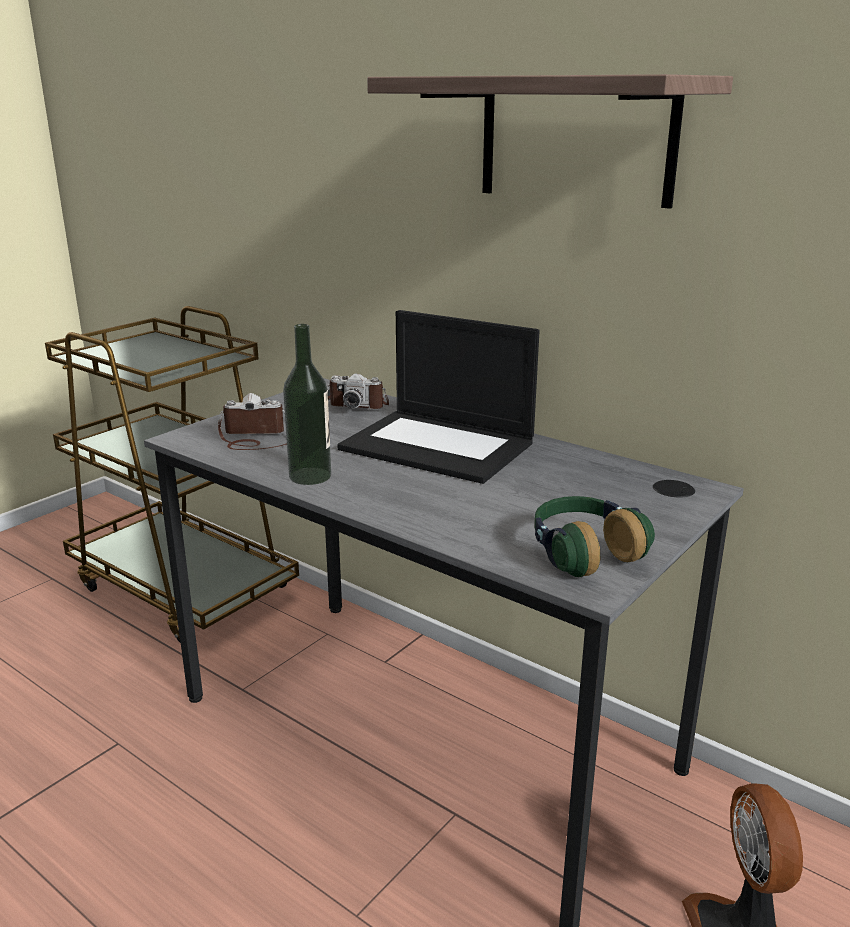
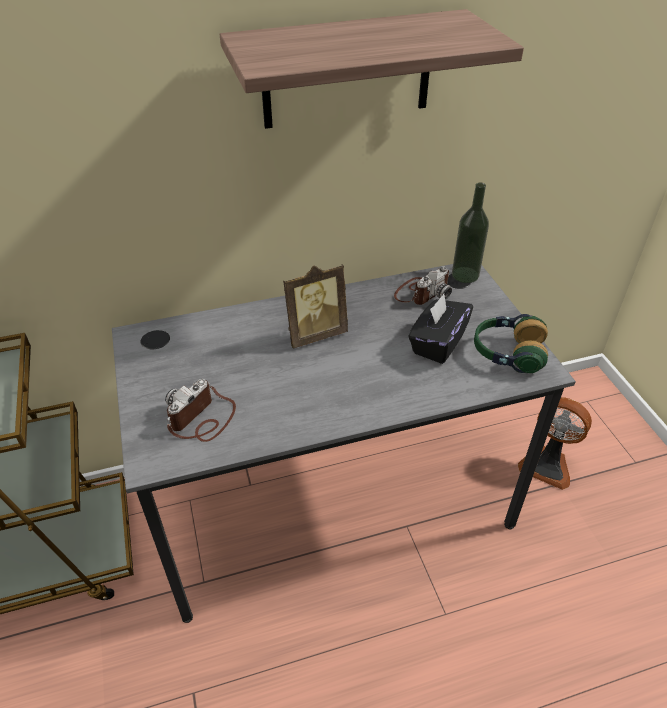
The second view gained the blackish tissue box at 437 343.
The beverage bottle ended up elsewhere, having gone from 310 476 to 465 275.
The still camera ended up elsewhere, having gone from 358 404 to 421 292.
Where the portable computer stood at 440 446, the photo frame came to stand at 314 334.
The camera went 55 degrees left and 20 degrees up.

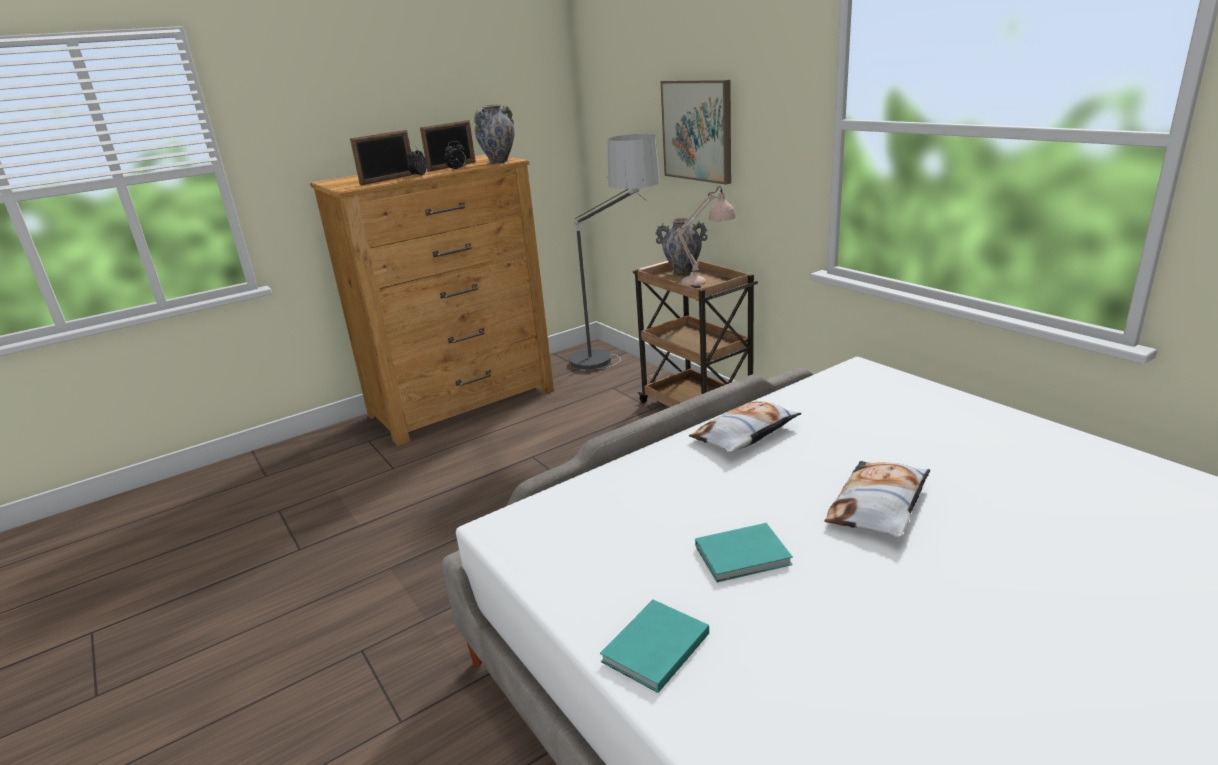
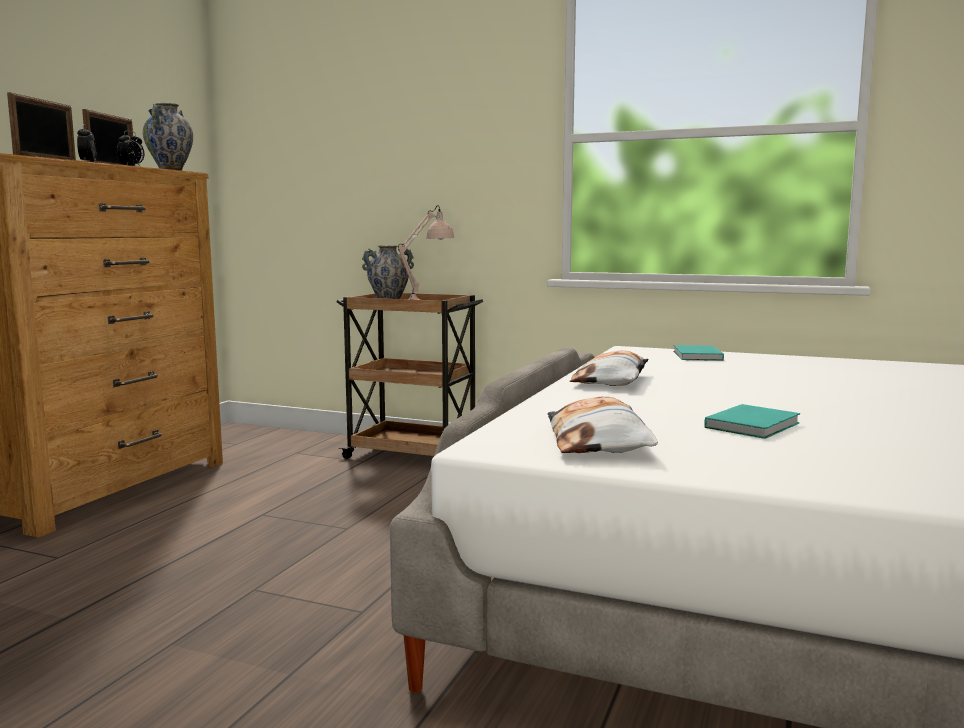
The second view lost the floor lamp at 617 369.
The second view lost the wall picture at 697 130.
The turquoise book ended up elsewhere, having gone from 653 648 to 696 356.
The throw pillow ended up elsewhere, having gone from 879 506 to 598 441.
The camera went 35 degrees left and 15 degrees down.

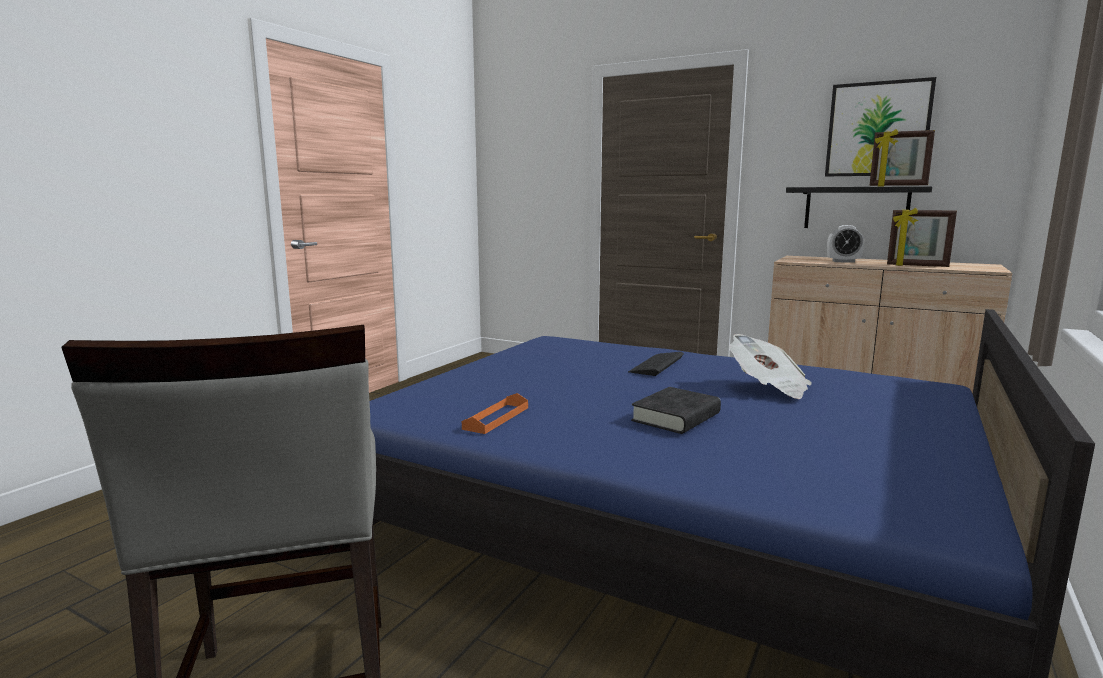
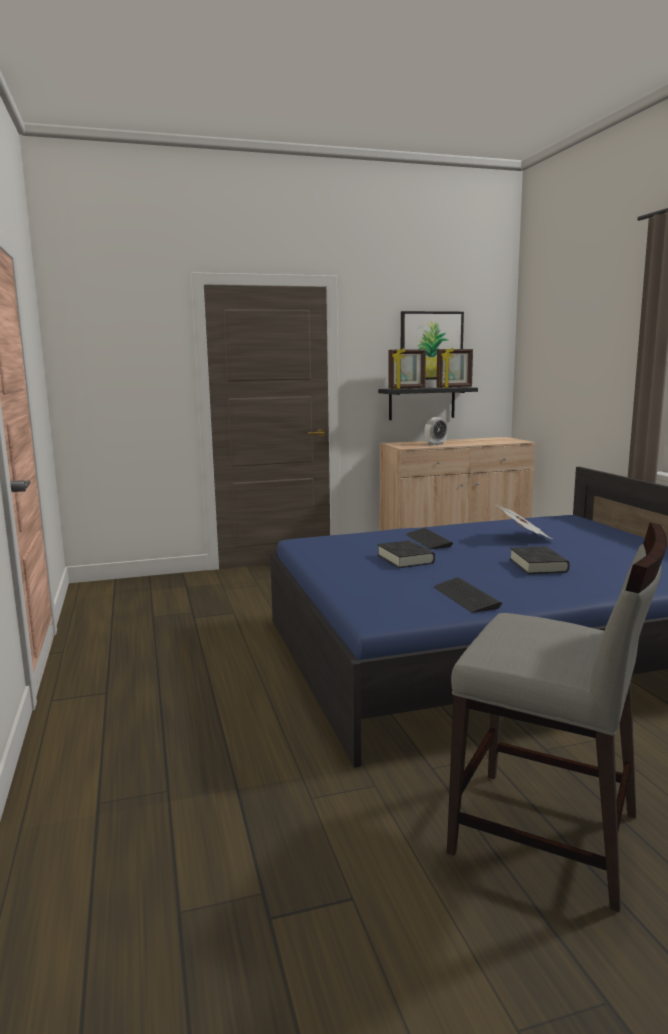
The second view gained the blackish book at 405 559.
The photo frame ended up elsewhere, having gone from 917 266 to 407 388.
Where the orange carrying tray stood at 496 418, the computer keyboard came to stand at 466 597.
The camera went 45 degrees left and 0 degrees up.

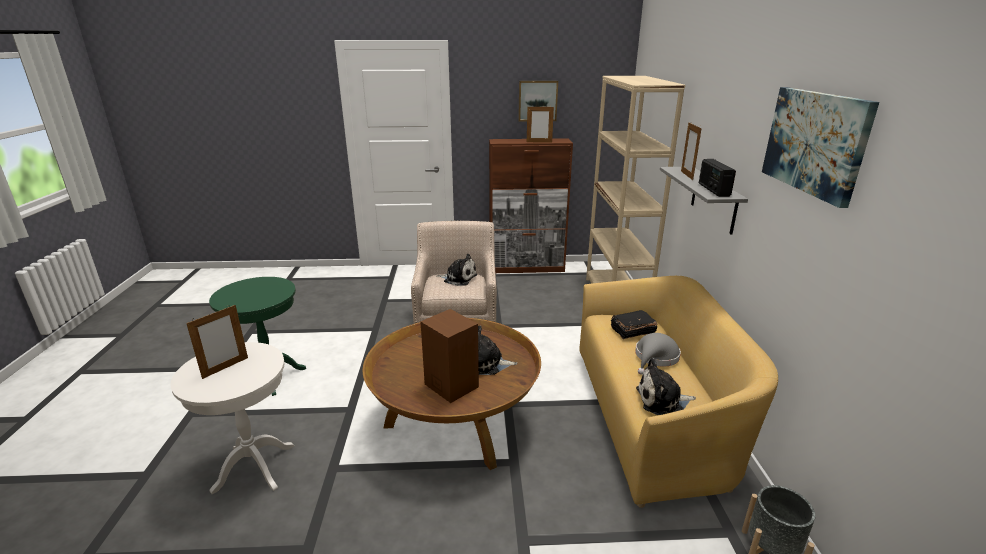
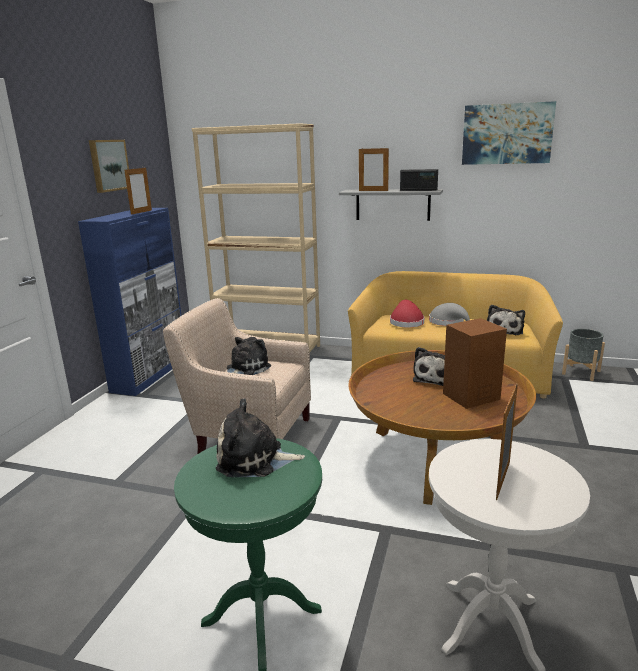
The second view gained the plush toy at 254 459.
Where the blackish book stood at 632 331, the red clothing hat came to stand at 406 322.
What was the brown storage cabinet at 527 268 turned into the blue-coloured storage cabinet at 151 374.
The photo frame at 225 368 ended up facing another way, 120 degrees counterclockwise from before.
The camera went 70 degrees left and 5 degrees down.

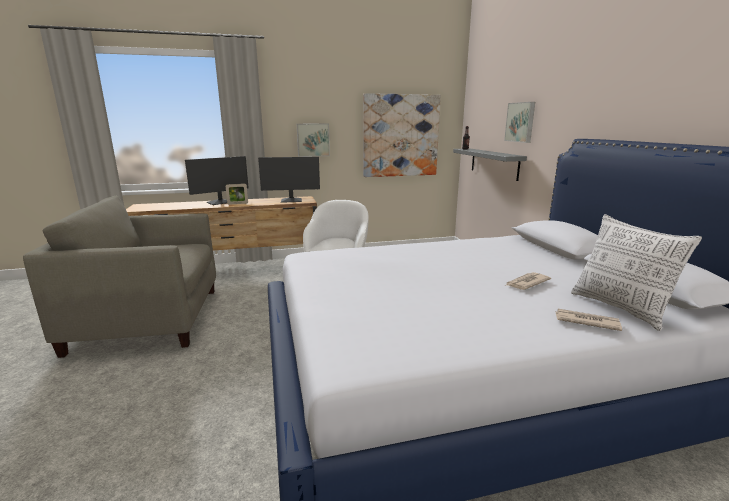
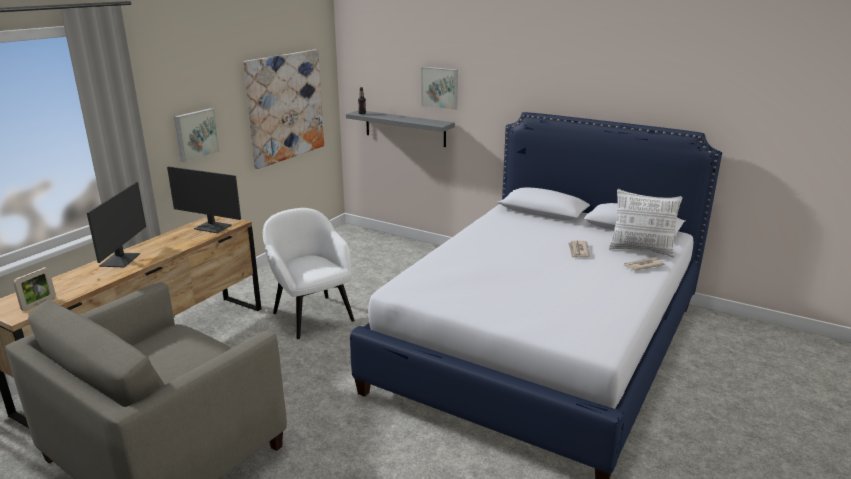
The photo frame ended up elsewhere, having gone from 237 203 to 39 304.
The monitor at 291 200 ended up facing another way, 75 degrees clockwise from before.
The camera went 45 degrees left and 5 degrees up.

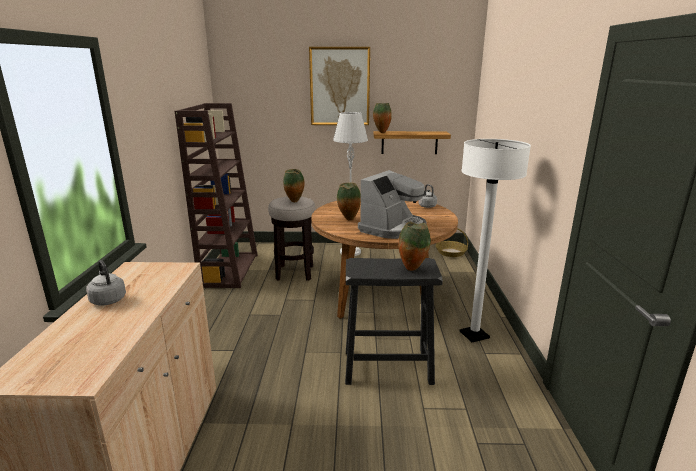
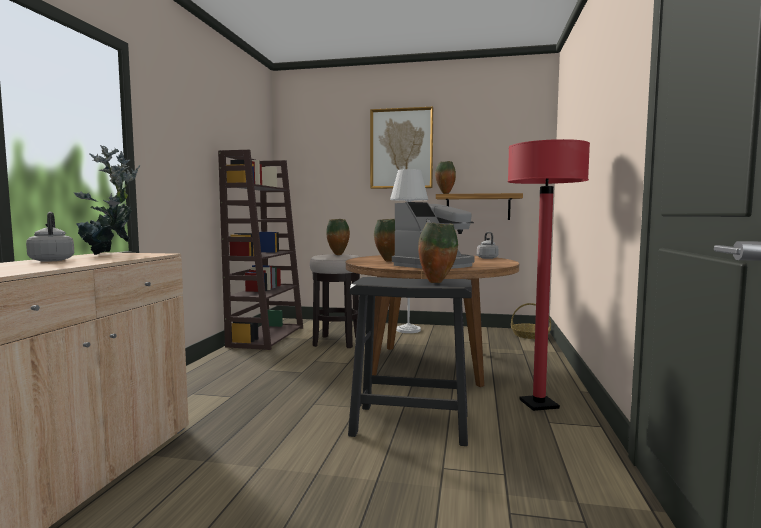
The second view gained the houseplant at 110 254.
What was the white-coloured floor lamp at 474 335 turned into the red floor lamp at 538 404.
The camera went 10 degrees right and 15 degrees down.

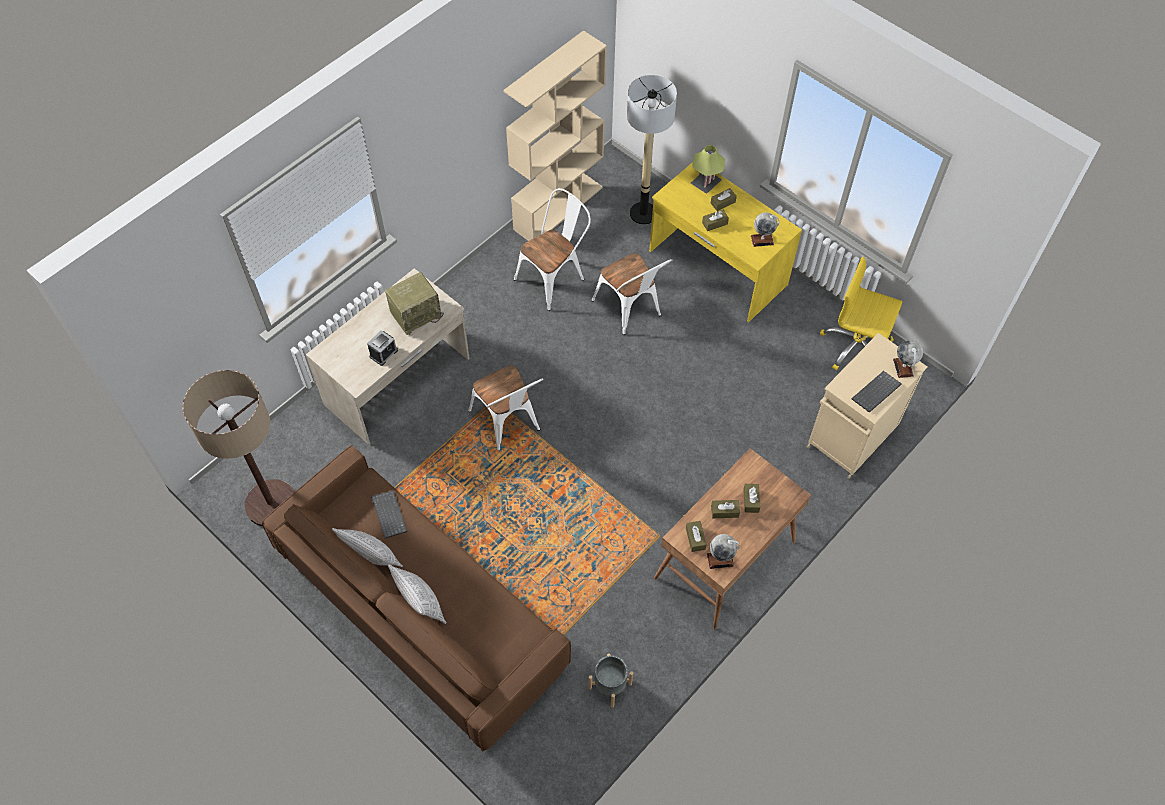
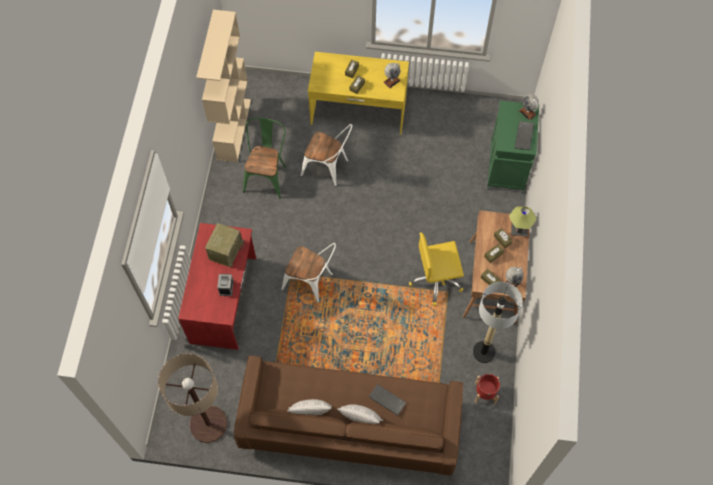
The computer keyboard ended up elsewhere, having gone from 388 514 to 386 400.
The floor lamp ended up elsewhere, having gone from 643 213 to 483 352.
The table lamp ended up elsewhere, having gone from 705 183 to 519 228.
The yellow office chair ended up elsewhere, having gone from 855 346 to 436 280.
What was the beige desk at 398 382 turned into the red desk at 224 300.
What was the white-coloured plain chair at 554 278 turned into the green plain chair at 267 175.
What was the gray planter at 609 686 turned into the red planter at 485 393.
What was the beige storage cabinet at 851 438 turned into the green storage cabinet at 506 169.
The camera went 35 degrees left and 5 degrees up.

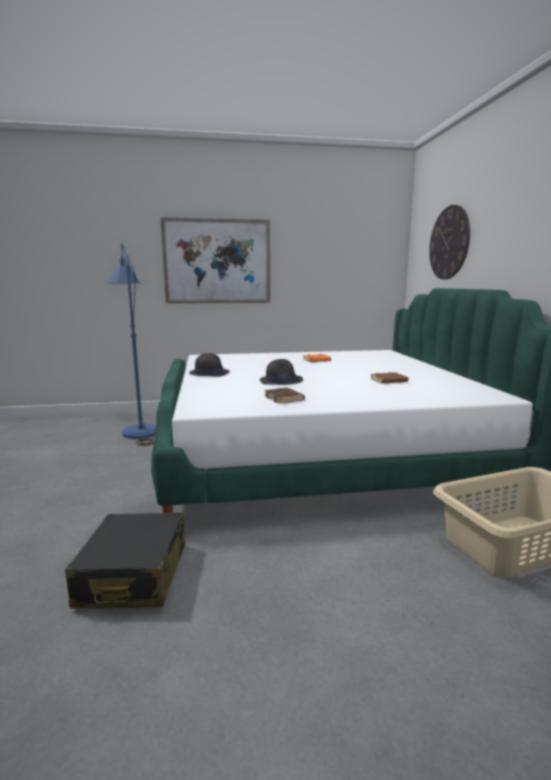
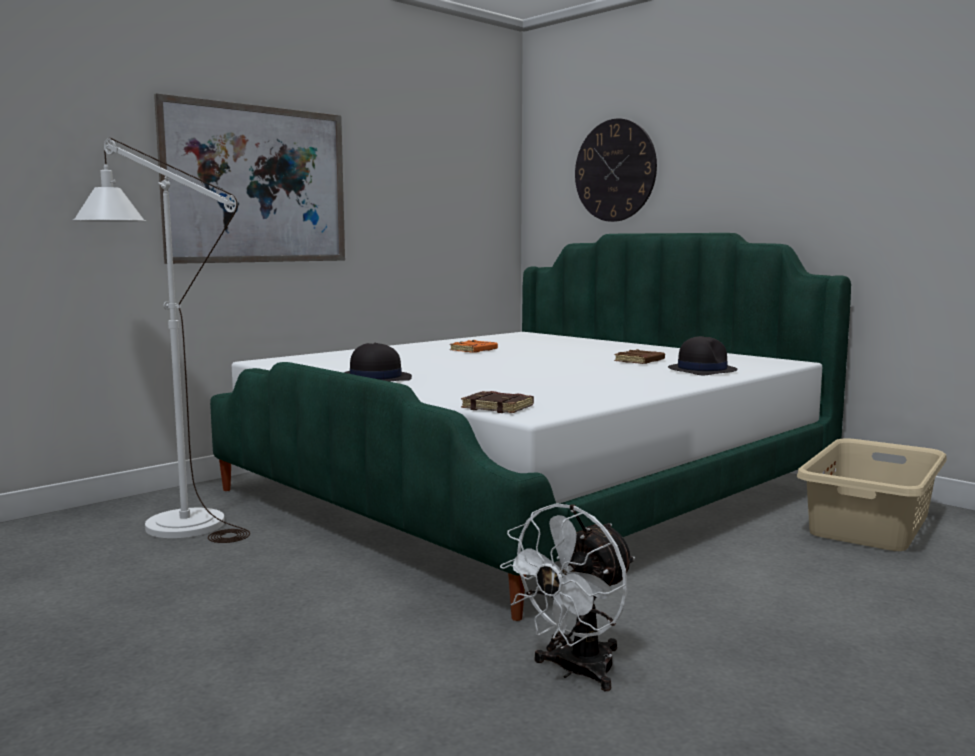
The blackish clothing hat ended up elsewhere, having gone from 281 380 to 702 370.
The brown book ended up elsewhere, having gone from 284 398 to 498 407.
Where the blackish piece of luggage stood at 133 575, the white-coloured electric fan came to stand at 575 672.
What was the blue-coloured floor lamp at 140 429 turned into the white-coloured floor lamp at 170 521.
The camera went 35 degrees left and 5 degrees down.

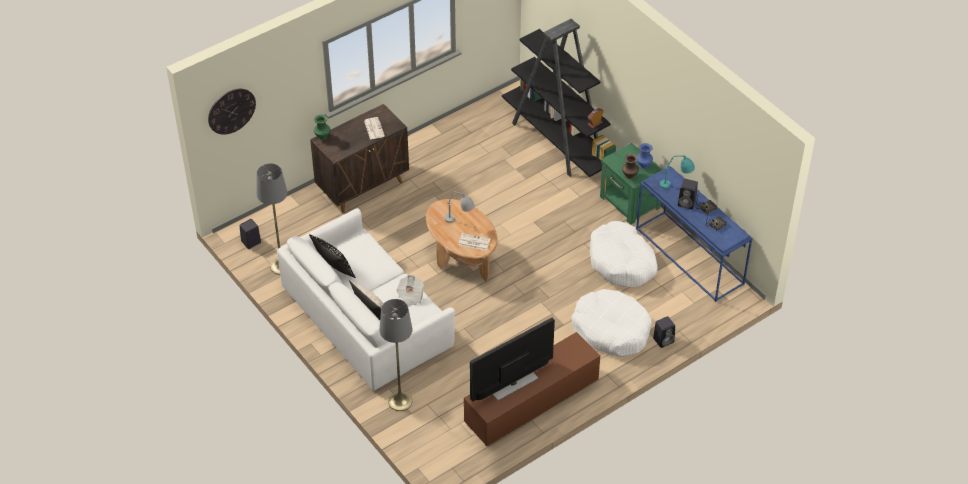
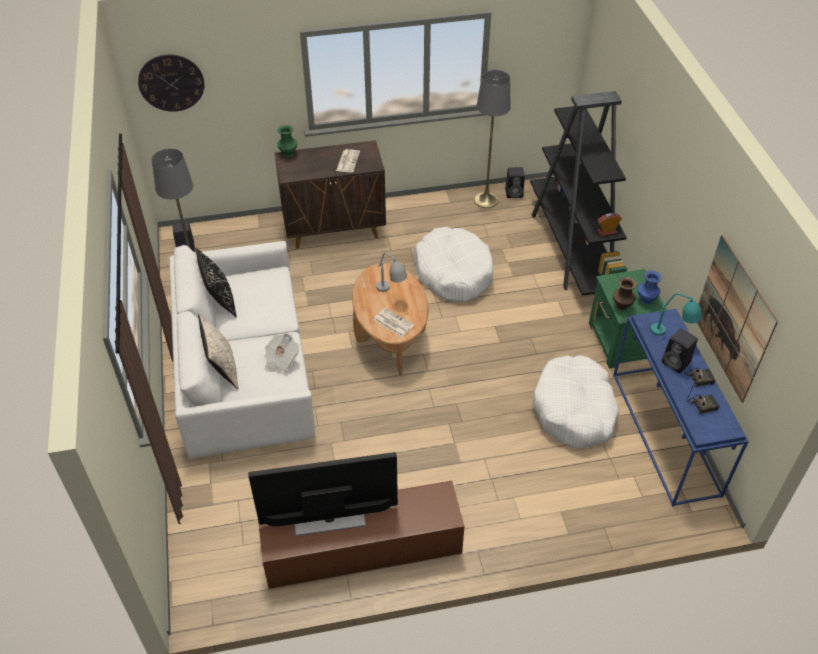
The second view gained the wall picture at 733 319.
The gray floor lamp ended up elsewhere, having gone from 400 401 to 486 200.
The white-coloured dog cushion ended up elsewhere, having gone from 611 330 to 453 272.
The blackish audio speaker ended up elsewhere, having gone from 664 340 to 514 193.
The camera went 25 degrees right and 0 degrees up.

